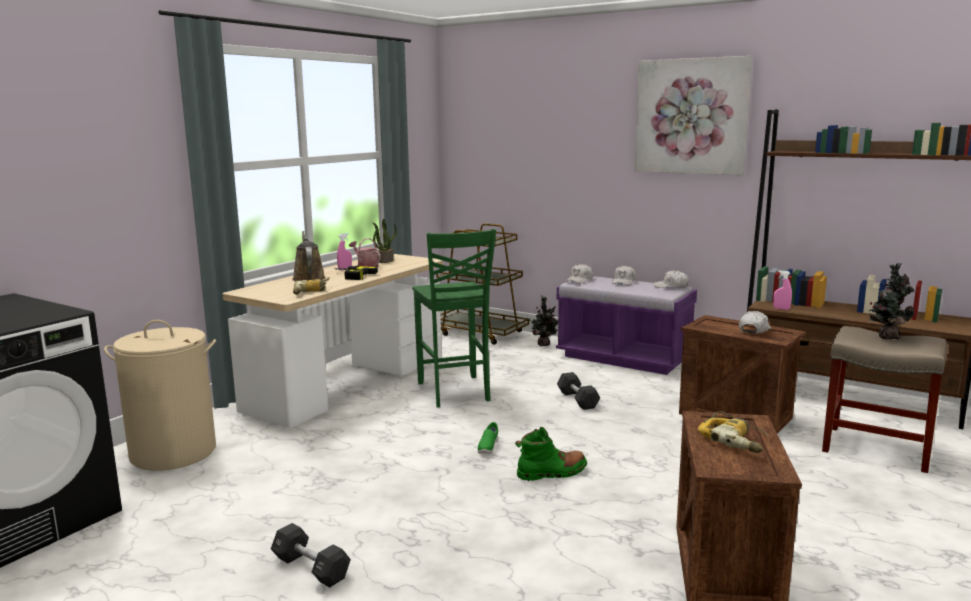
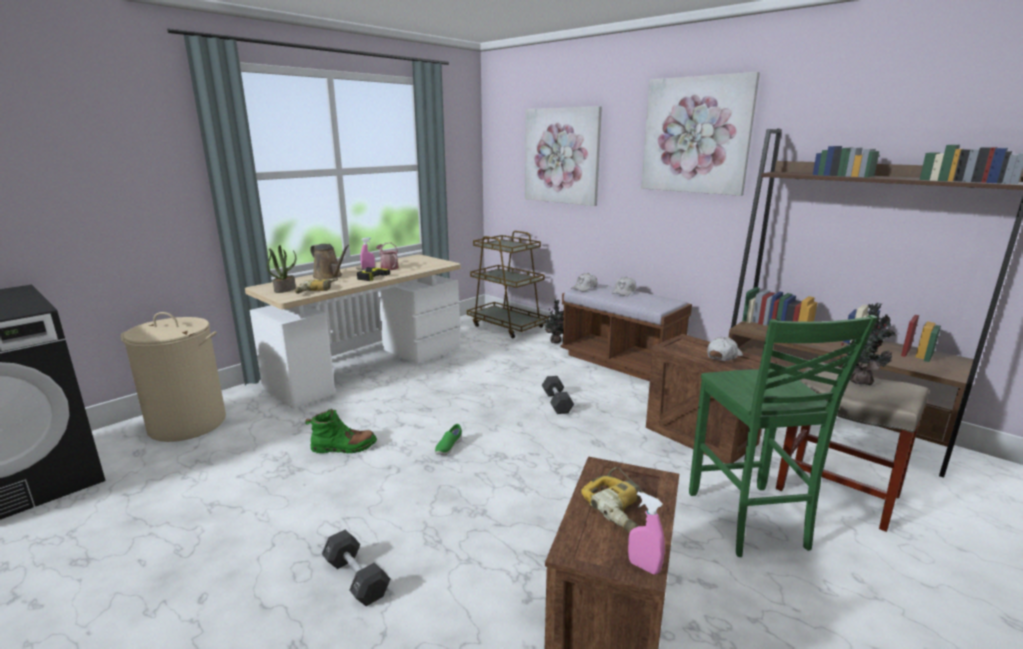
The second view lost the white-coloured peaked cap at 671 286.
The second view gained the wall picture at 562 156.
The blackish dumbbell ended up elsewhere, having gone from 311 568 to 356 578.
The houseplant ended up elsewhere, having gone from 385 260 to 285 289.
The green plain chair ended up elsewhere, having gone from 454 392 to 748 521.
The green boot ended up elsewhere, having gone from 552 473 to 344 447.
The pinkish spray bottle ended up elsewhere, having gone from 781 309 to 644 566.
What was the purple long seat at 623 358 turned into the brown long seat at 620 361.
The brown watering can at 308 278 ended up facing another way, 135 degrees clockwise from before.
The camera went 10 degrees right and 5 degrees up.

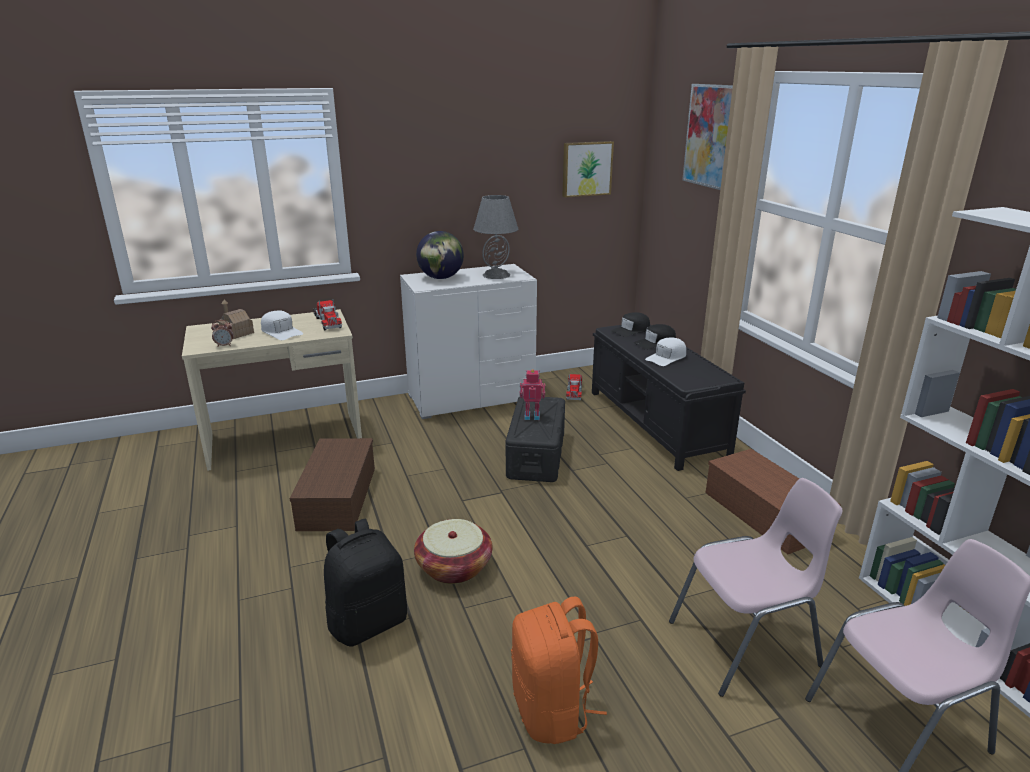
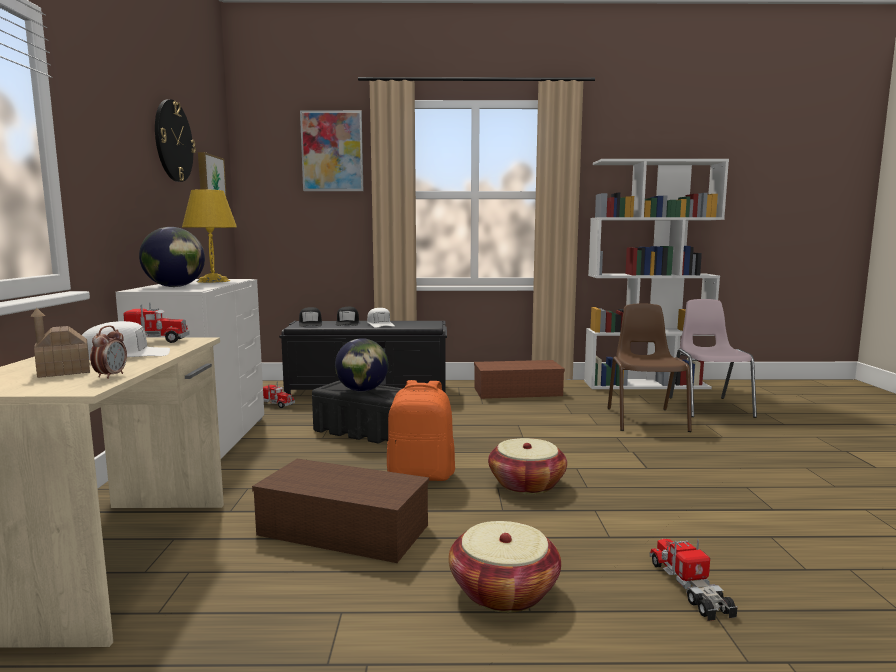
The second view lost the blackish knapsack at 368 622.
The second view gained the wall clock at 173 141.
The second view gained the storage basket at 503 591.
The second view gained the model truck at 690 588.
The orange knapsack ended up elsewhere, having gone from 552 711 to 421 475.
Where the robot figure stood at 532 416, the desk globe came to stand at 362 390.
What was the gray table lamp at 496 275 turned into the yellow table lamp at 213 281.
What was the pinkish plain chair at 746 645 turned into the brown plain chair at 645 419.
The camera went 70 degrees left and 15 degrees down.

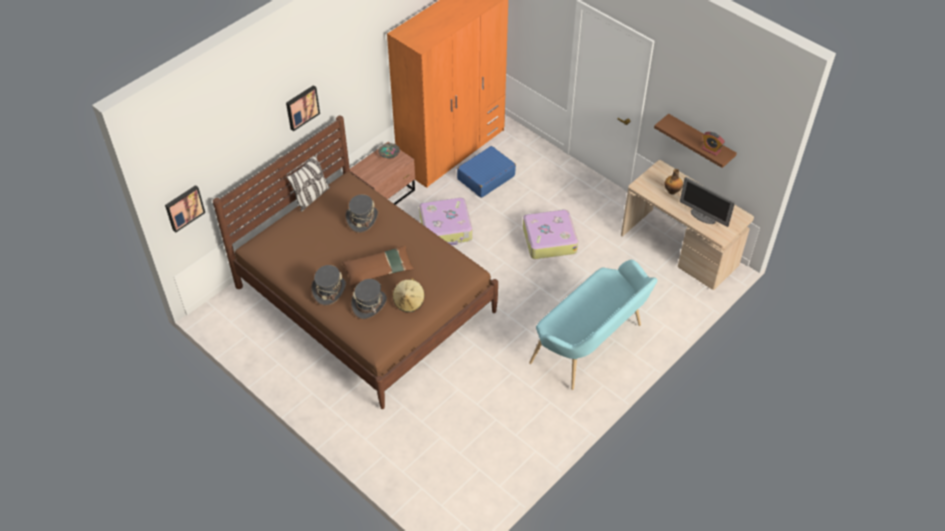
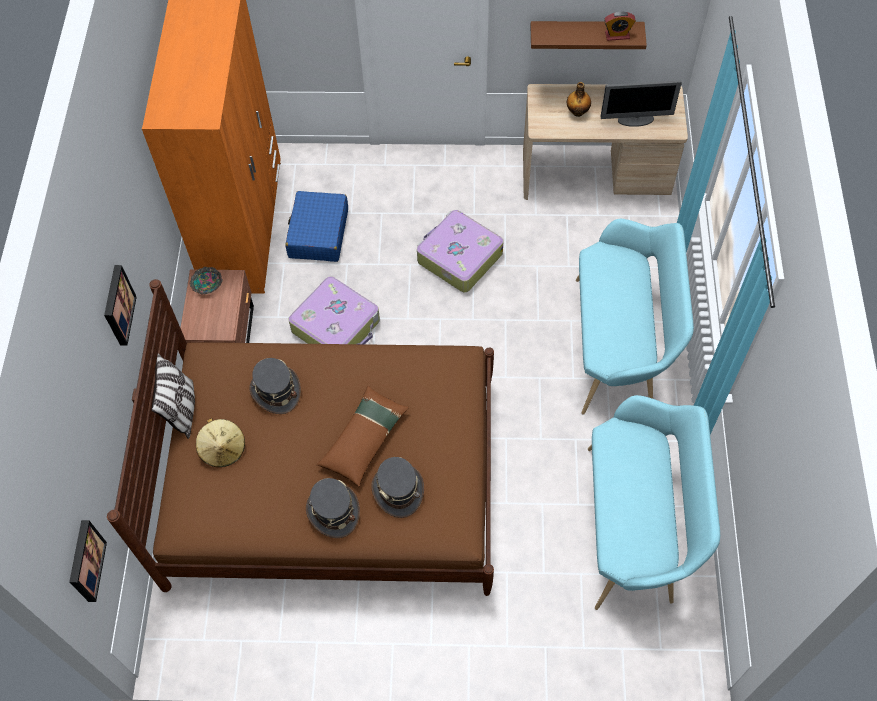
The second view gained the turquoise long seat at 637 526.
The beige clothing hat ended up elsewhere, having gone from 409 302 to 223 449.
The camera went 40 degrees left and 10 degrees up.

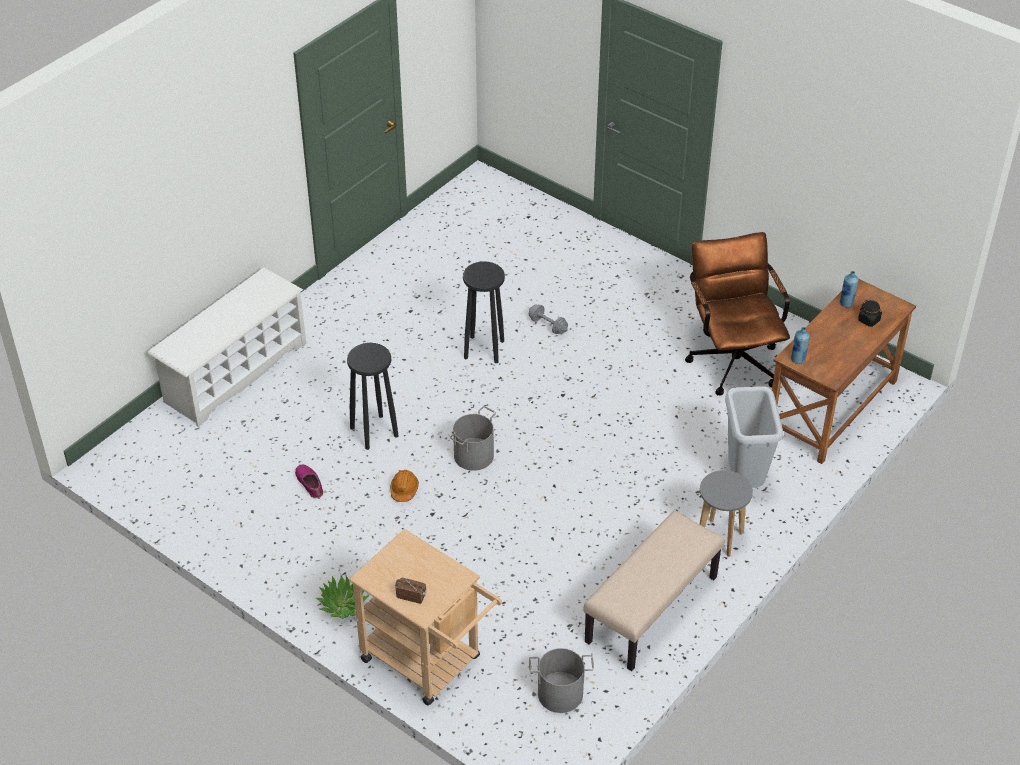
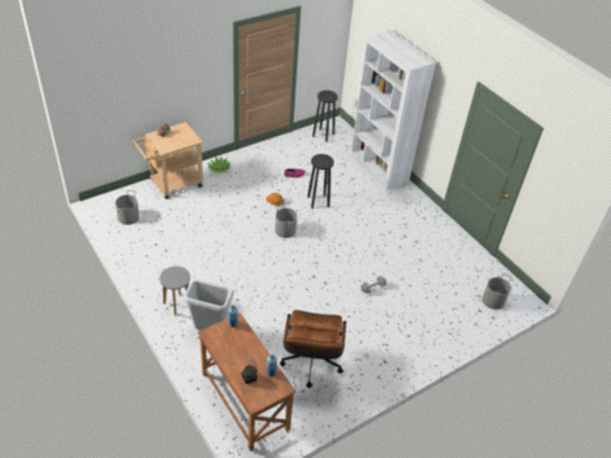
The second view lost the beige long seat at 652 610.
The second view gained the gray water bucket at 493 300.
The blackish stool seat ended up elsewhere, having gone from 484 349 to 323 135.
Where the white-coloured shoe shelf stood at 235 372, the white-coloured shelving unit came to stand at 379 168.
The brown office chair at 732 358 ended up facing another way, 90 degrees clockwise from before.
The camera went 105 degrees right and 0 degrees up.

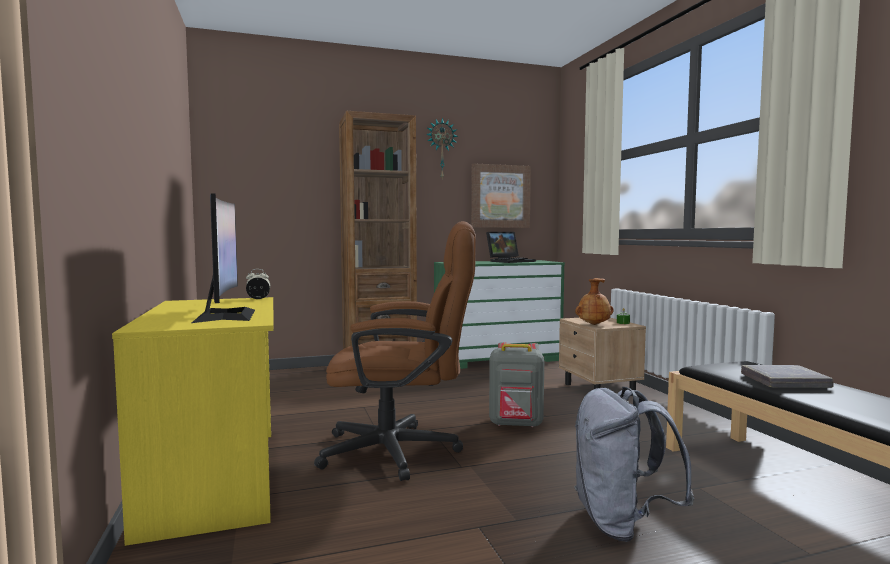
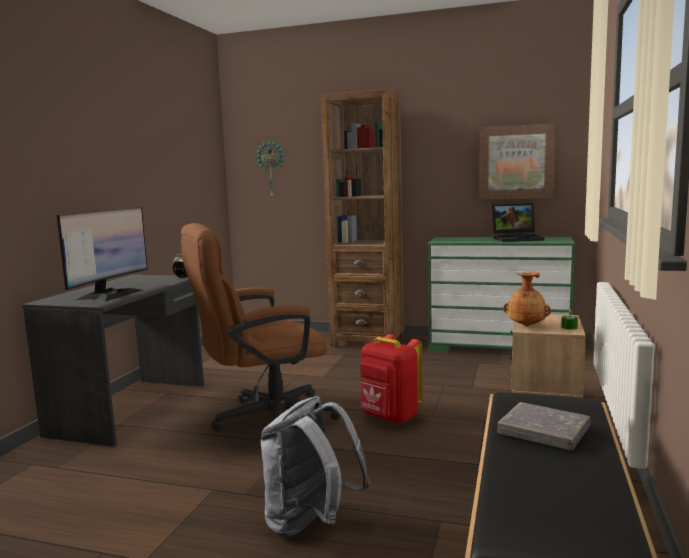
The wall clock ended up elsewhere, having gone from 441 149 to 271 169.
What was the yellow desk at 216 478 turned into the gray desk at 132 408.
What was the gray knapsack at 516 424 turned into the red knapsack at 389 418.
The brown office chair at 403 451 ended up facing another way, 120 degrees clockwise from before.
The camera went 35 degrees right and 5 degrees up.

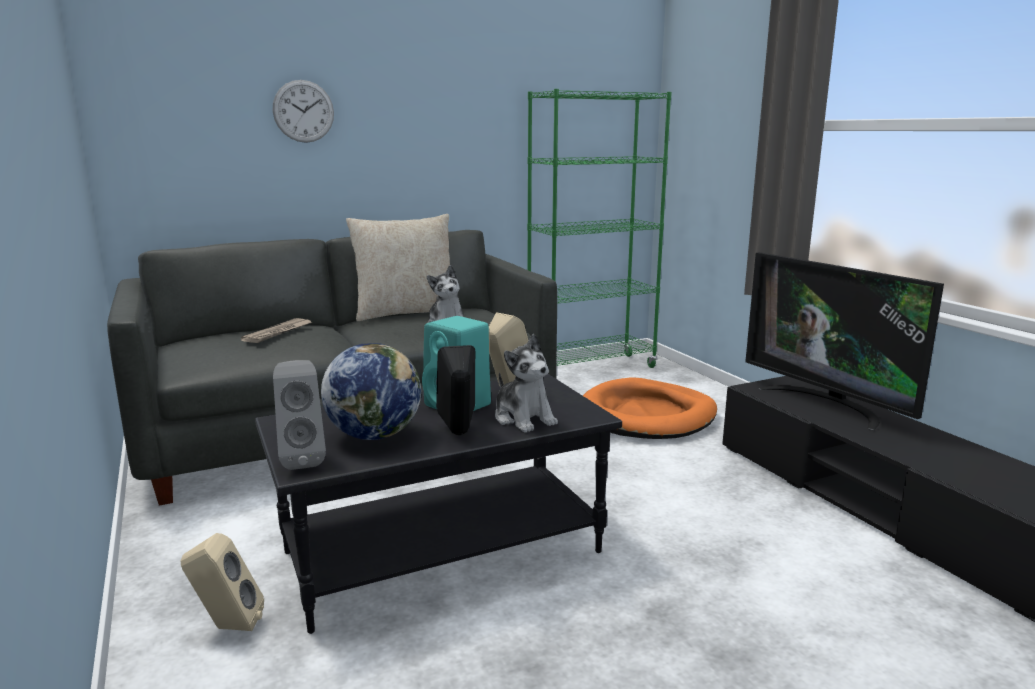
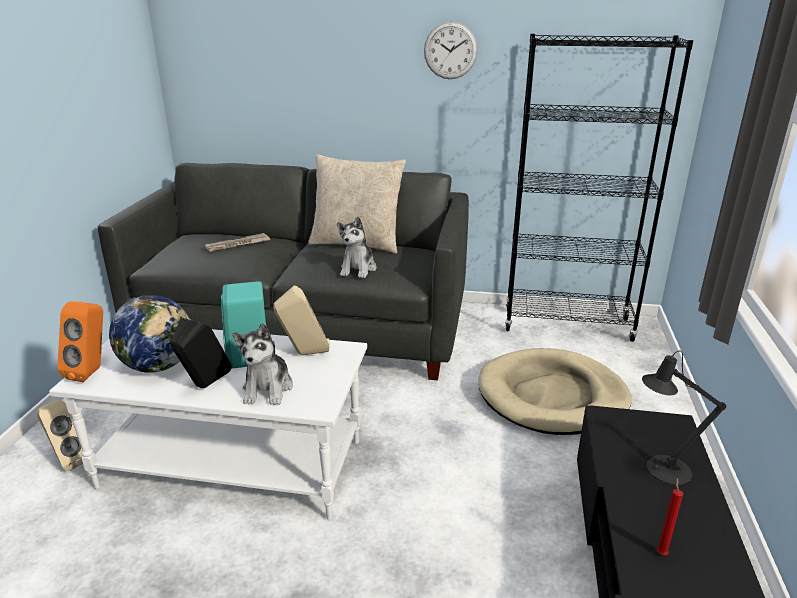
The second view gained the red wax candle at 661 552.
The wall clock ended up elsewhere, having gone from 303 111 to 450 50.
Where the TV set stood at 827 404, the blackish table lamp came to stand at 662 469.
What was the blackish low table at 443 550 turned into the white-coloured low table at 234 463.
What was the gray audio speaker at 302 460 turned into the orange audio speaker at 92 372.
What was the green shelving unit at 591 369 turned into the blackish shelving unit at 567 325.
What was the orange dog cushion at 647 415 turned into the beige dog cushion at 552 396.
The camera went 35 degrees right and 10 degrees up.

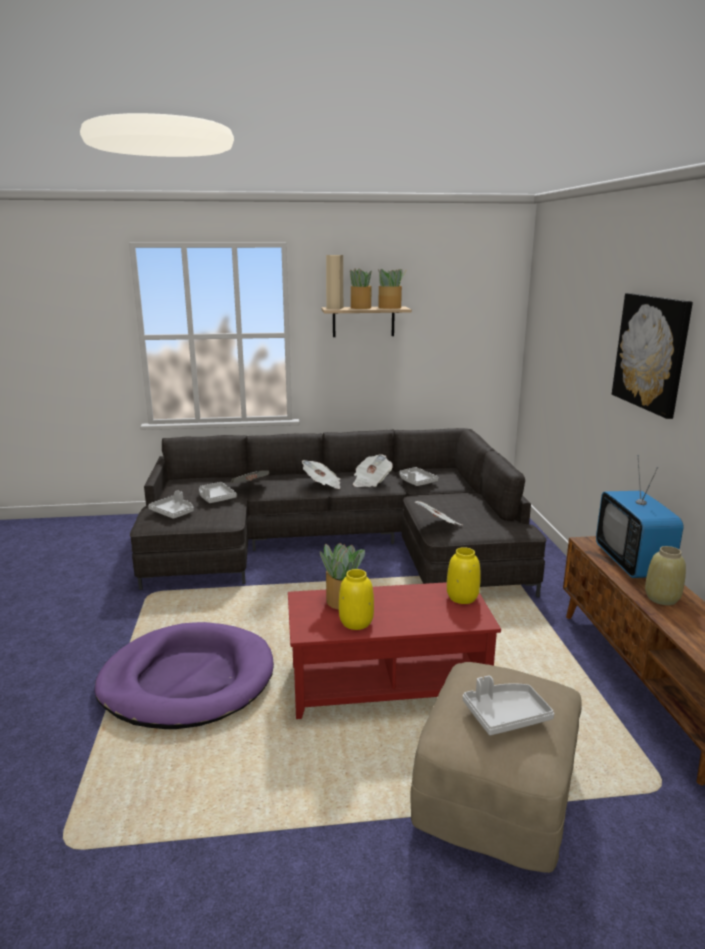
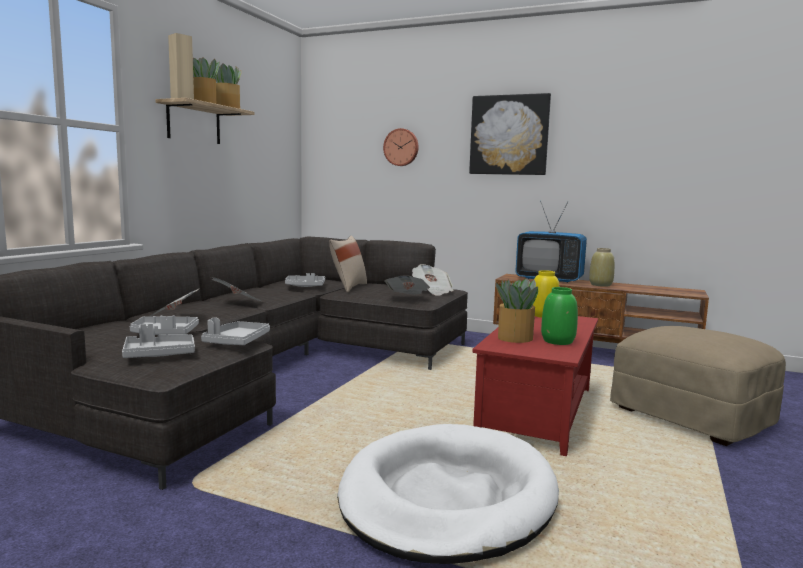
The second view gained the beige throw pillow at 348 287.
The second view gained the wall clock at 401 147.
The printed paper ended up elsewhere, having gone from 370 482 to 432 291.
The gray carrying tray ended up elsewhere, having gone from 505 715 to 236 342.
What was the purple dog cushion at 187 680 turned into the white-coloured dog cushion at 447 497.
What was the yellow decorative vase at 356 622 turned into the green decorative vase at 558 341.
The camera went 60 degrees left and 10 degrees down.

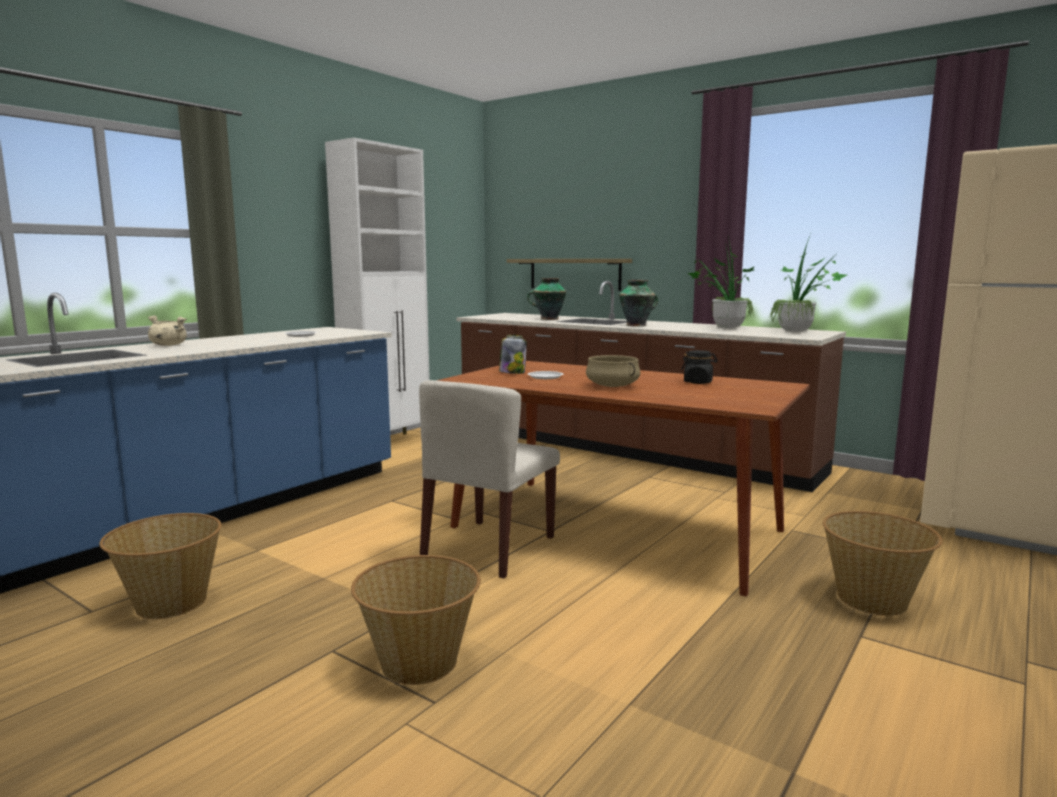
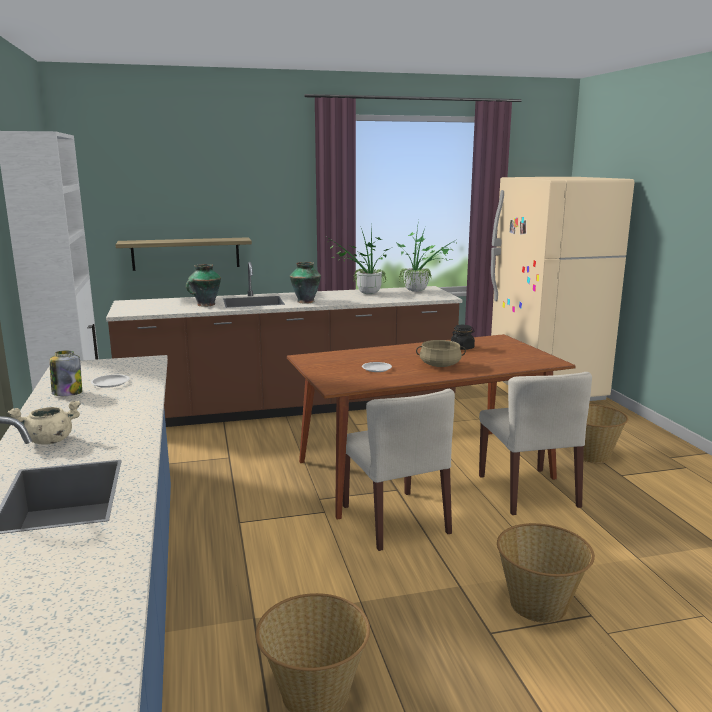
The second view gained the beige plain chair at 528 491.
The storage jar ended up elsewhere, having gone from 512 372 to 67 393.
The camera went 50 degrees left and 5 degrees up.

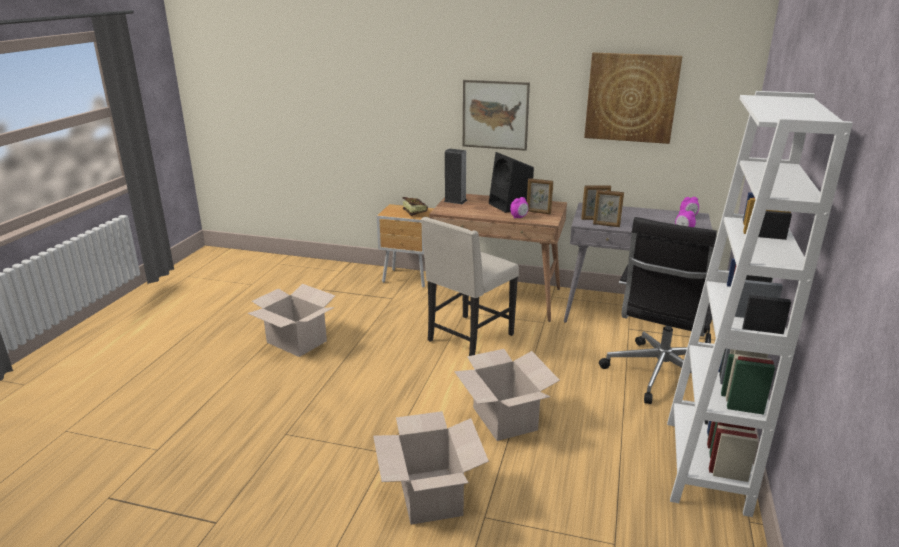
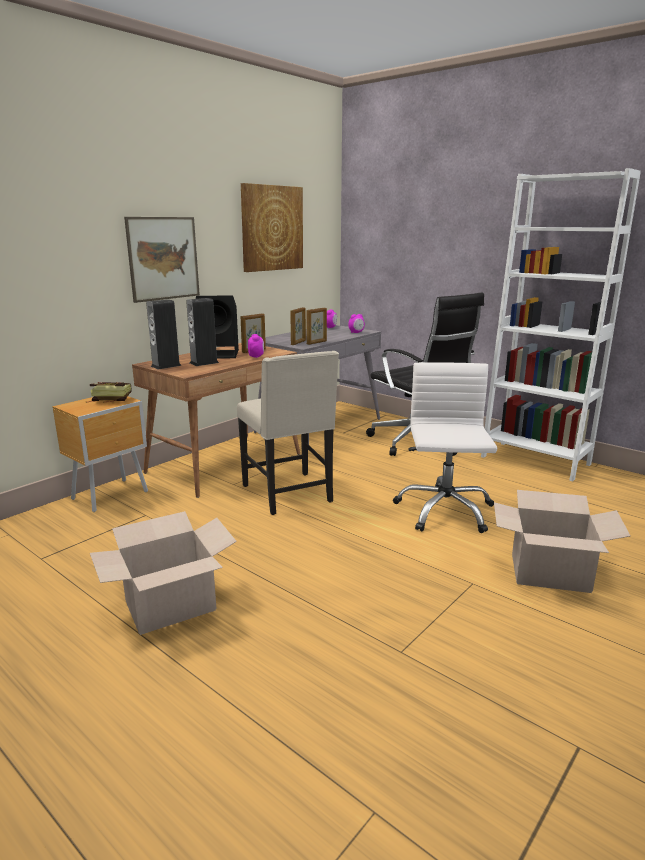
The second view gained the audio speaker at 204 363.
Where the cardboard box stood at 505 419, the white-coloured office chair came to stand at 444 510.
The camera went 65 degrees left and 5 degrees down.

